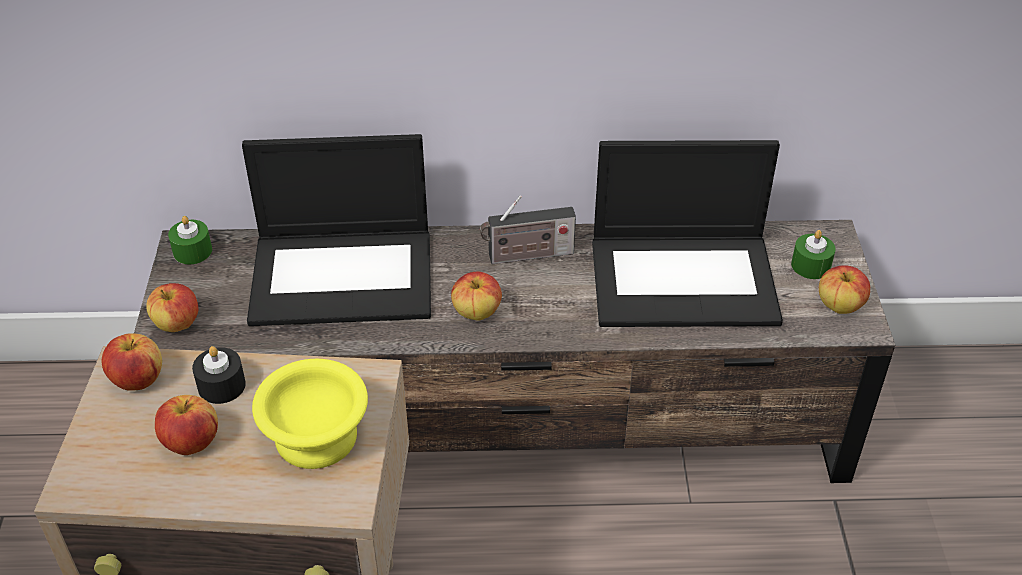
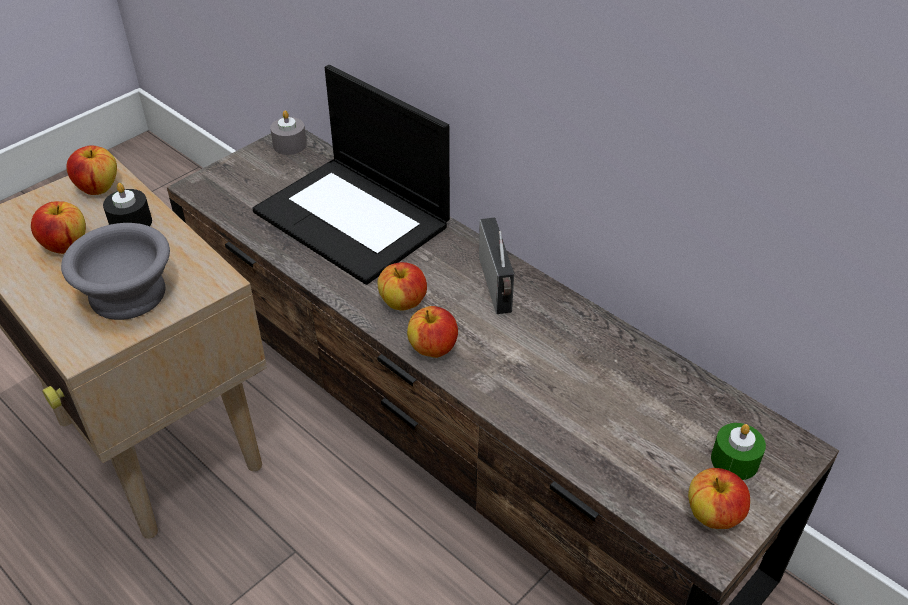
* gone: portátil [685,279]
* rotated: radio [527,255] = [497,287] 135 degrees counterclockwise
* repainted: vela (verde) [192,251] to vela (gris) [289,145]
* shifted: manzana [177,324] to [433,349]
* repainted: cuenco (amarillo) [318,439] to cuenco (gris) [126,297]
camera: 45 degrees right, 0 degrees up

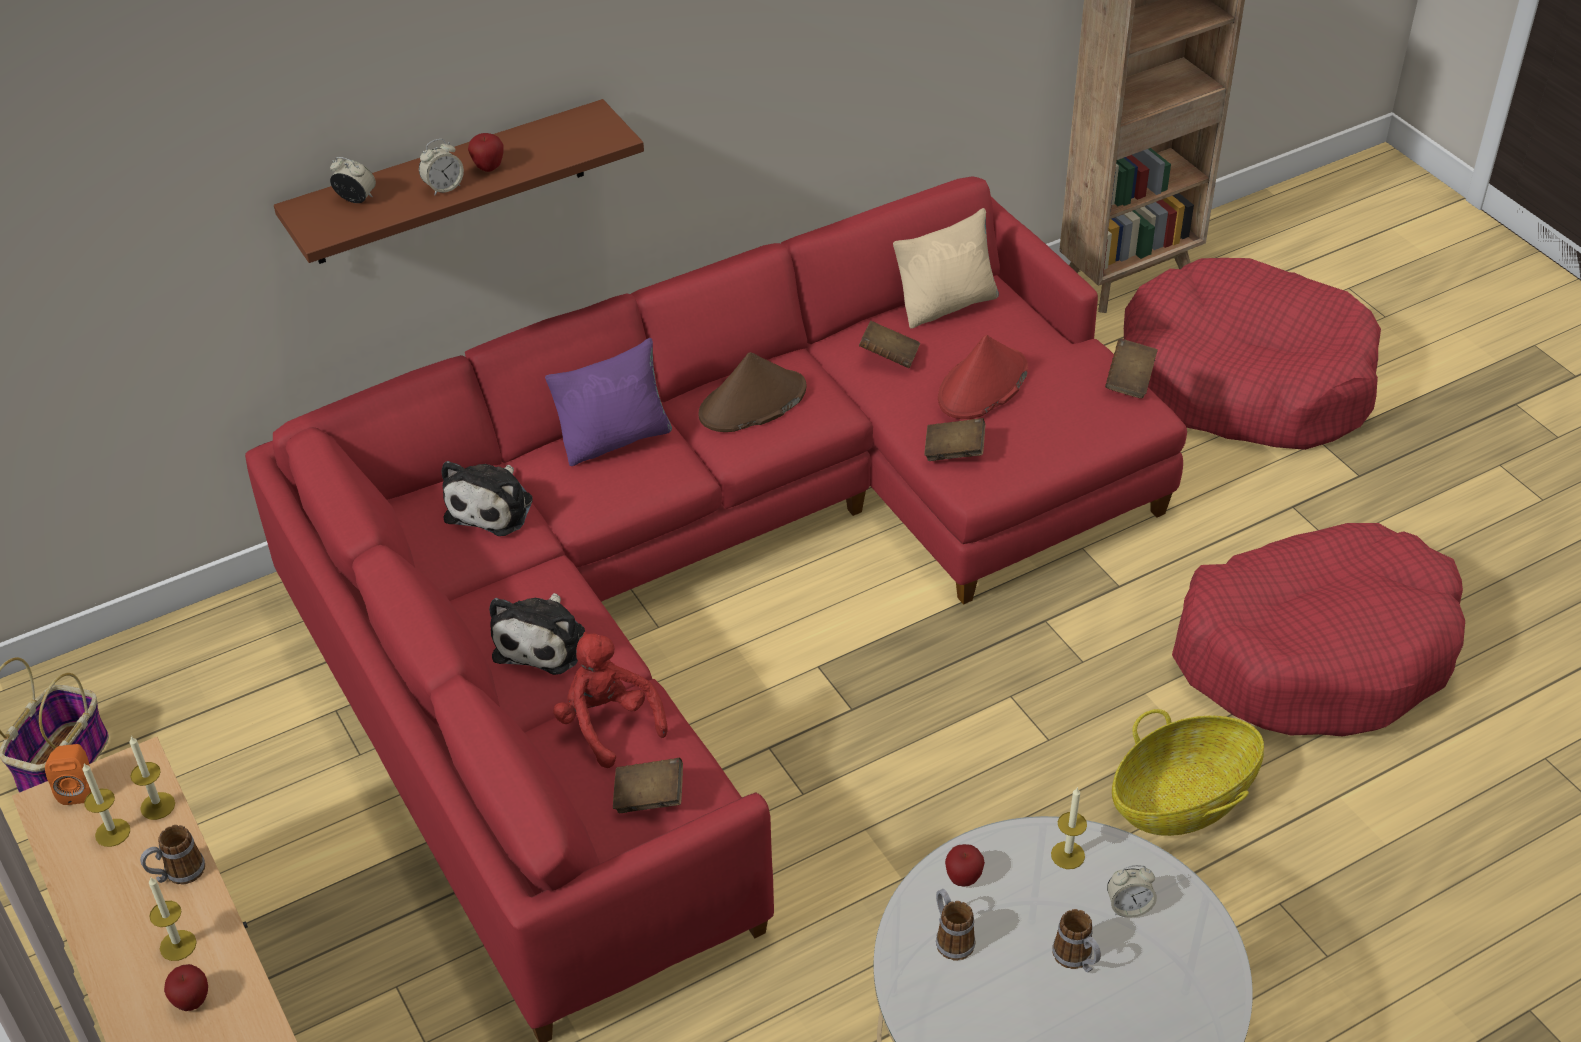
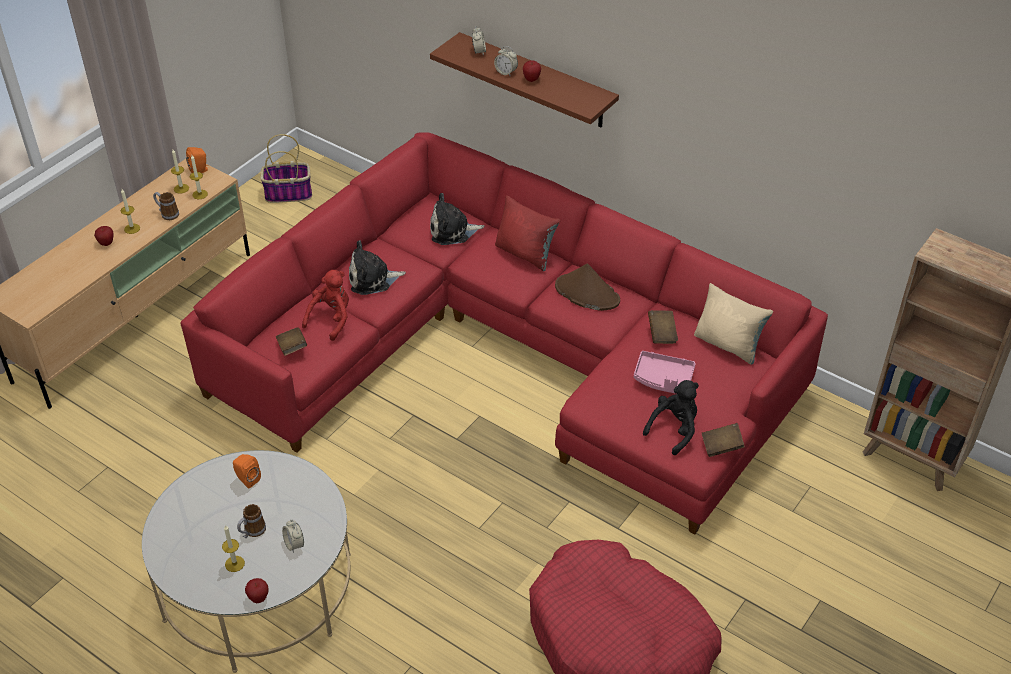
* gone: cama para perro (rojo) [1244,380]
* swapped: sombrero (rojo) [982,385] to bandeja (rosa) [663,379]
* repainted: cojín (morado) [615,439] to cojín (rojo) [525,254]
* gone: libro (marrón) [954,451]
* gone: cesta [1182,799]
* shifted: vela [1067,855] to [234,564]
* shifted: manzana [963,879] to [258,598]
* swapped: taza grande [950,938] to altavoz (naranja) [247,479]
* new: peluche (negro) [674,429]
camera: 65 degrees right, 0 degrees up

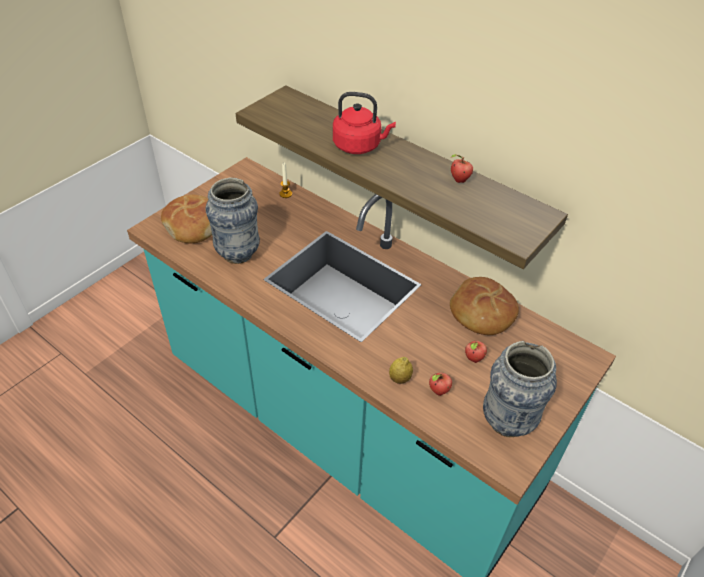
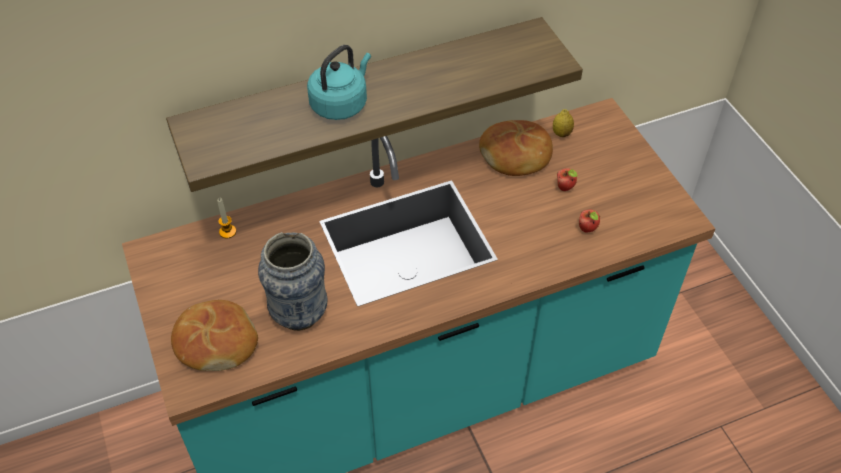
* repainted: hervidor (rojo) [359,146] to hervidor (turquesa) [341,104]
* gone: manzana [459,180]
* gone: florero [507,421]
* shifted: limón [399,379] to [561,133]
camera: 60 degrees left, 5 degrees up

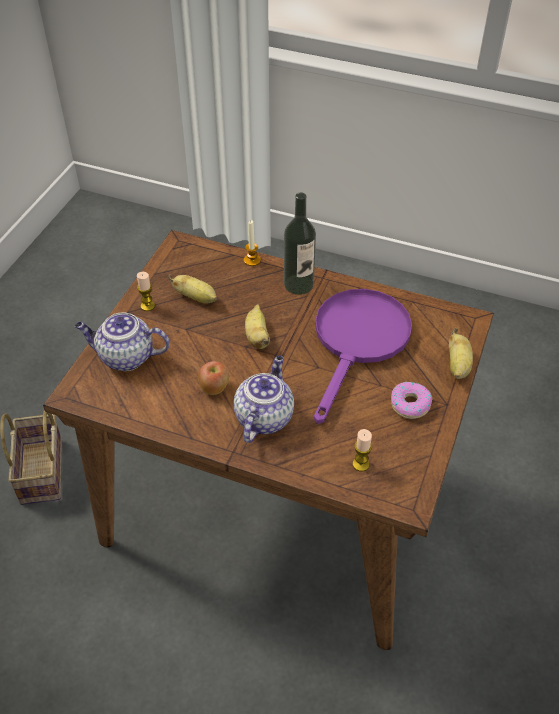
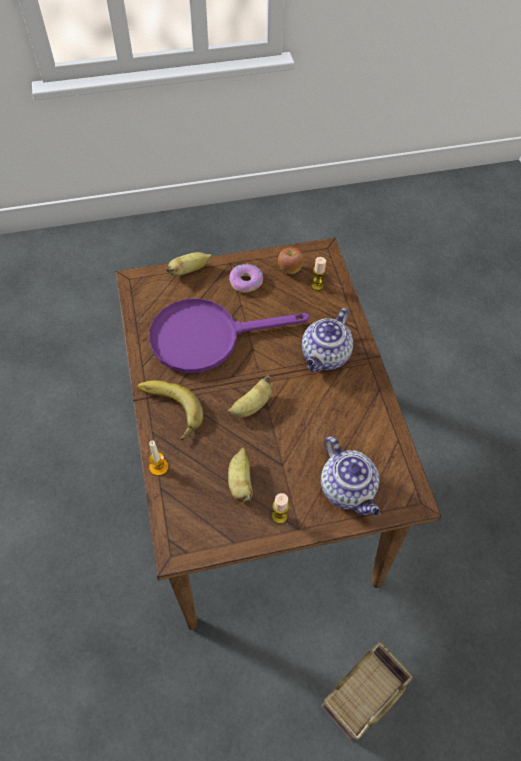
* swapped: botella [298,284] to plátano [168,411]
* rotated: tetera [264,417] = [325,356] 45 degrees counterclockwise
* shifted: manzana [215,388] to [290,269]
camera: 125 degrees left, 10 degrees up

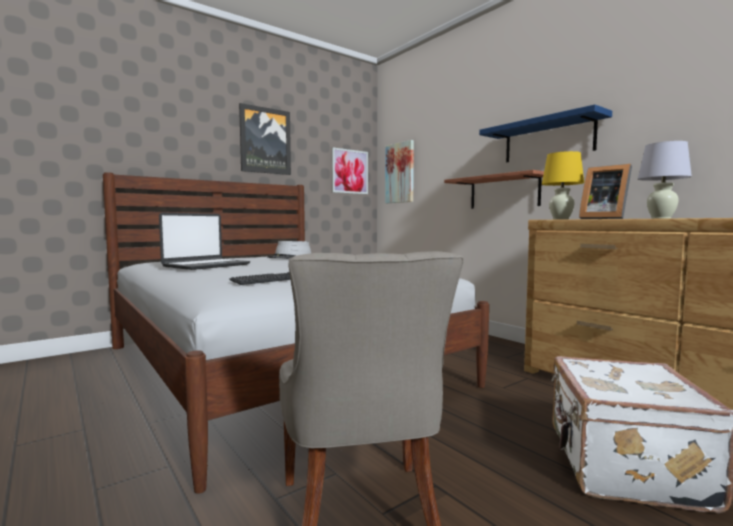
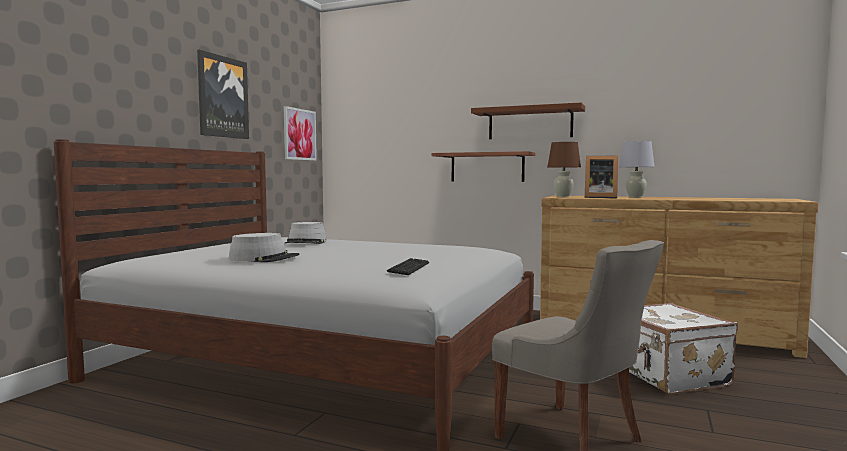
* repainted: estante (azul) [548,140] to estante (marrón) [530,123]
* gone: cuadro [400,173]
* repainted: lámpara de mesa (amarillo) [561,219] to lámpara de mesa (marrón) [563,197]
* swapped: portátil [206,265] to sombrero (gris) [264,258]
camera: 30 degrees left, 0 degrees up

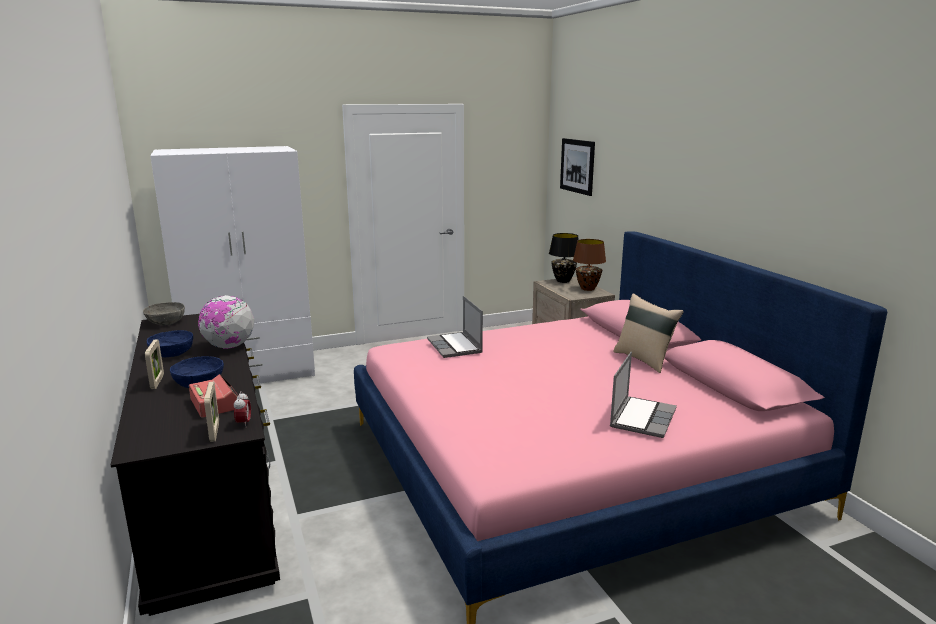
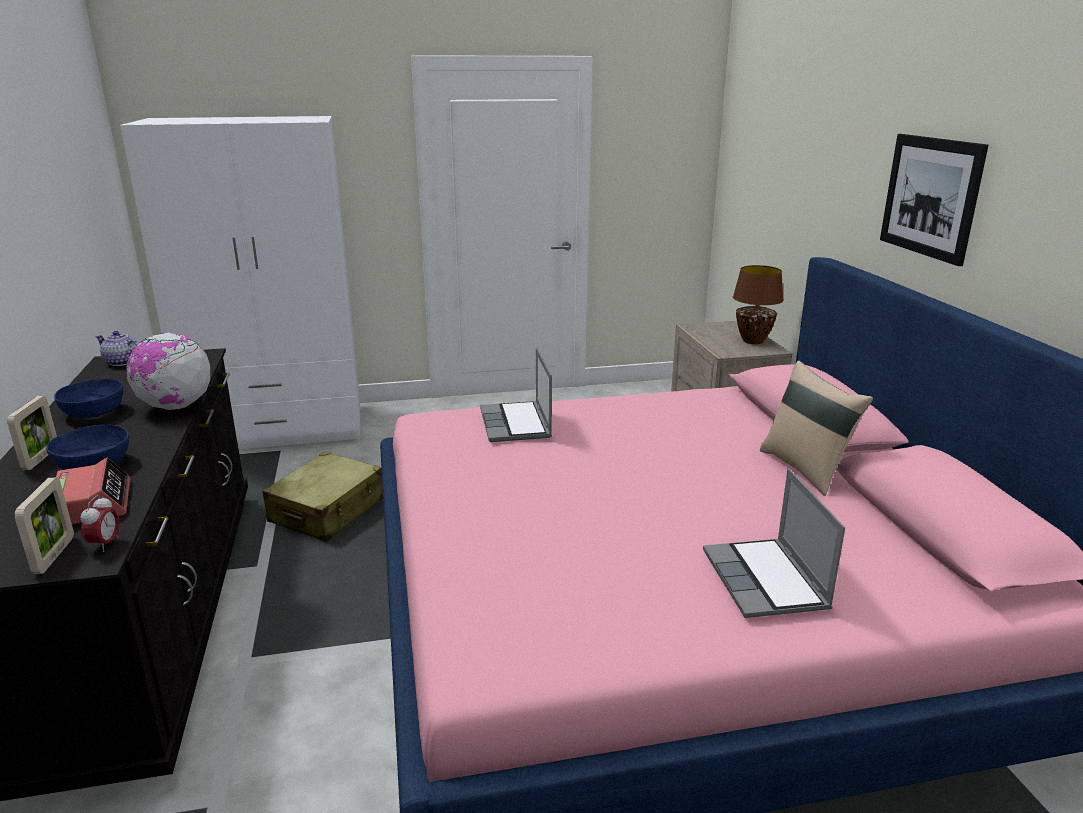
* shifted: cuadro [577,166] to [930,196]
* gone: lámpara de mesa (negro) [563,281]
* swapped: cuenco (gris) [166,322] to tetera [121,362]
* rotated: portátil [642,418] = [766,581] 135 degrees clockwise
* new: maleta (beis) [328,511]
camera: 10 degrees right, 5 degrees up

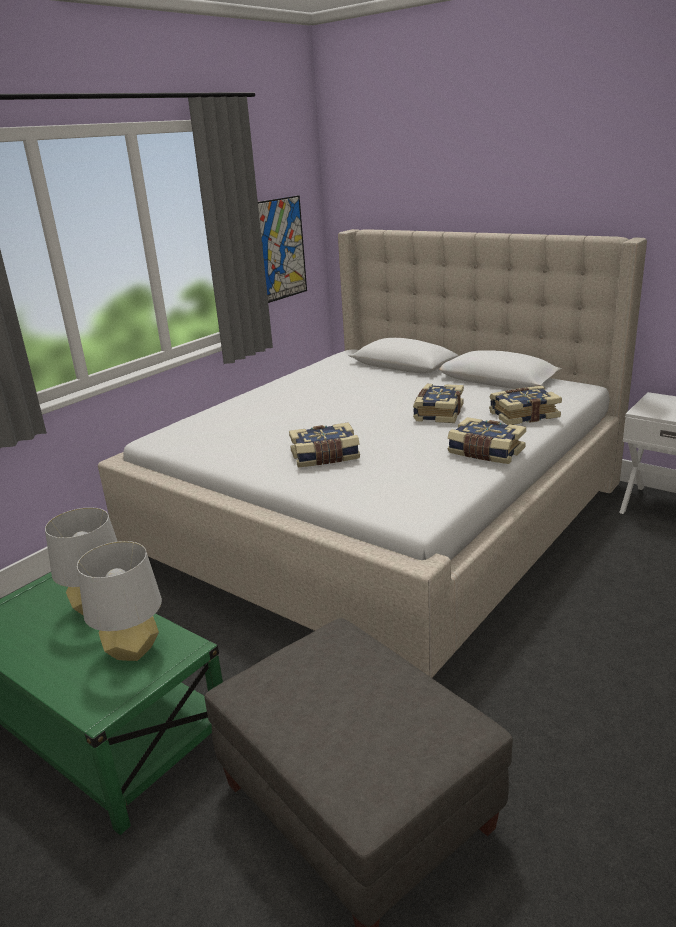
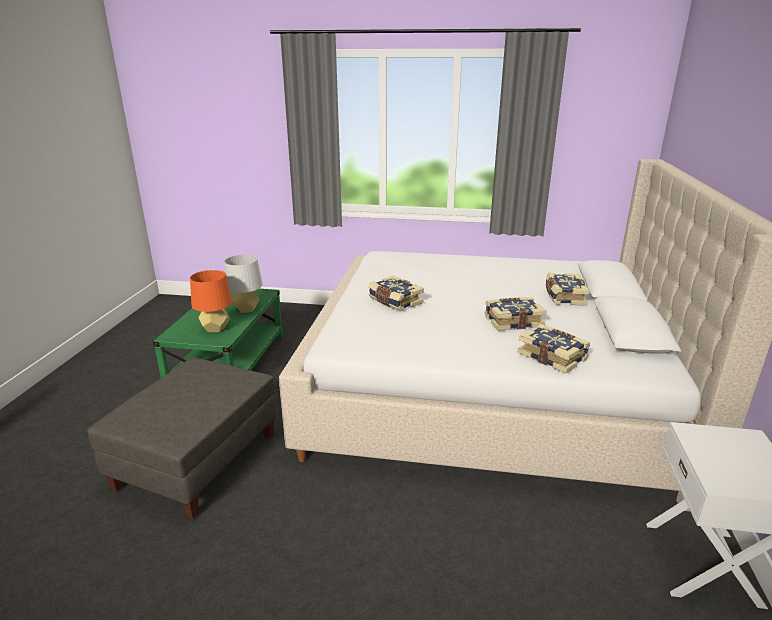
* gone: cuadro [280,249]
* shifted: libro [485,452] to [563,297]
* repainted: lámpara de mesa (gris) [133,650] to lámpara de mesa (naranja) [216,328]
camera: 60 degrees right, 0 degrees up

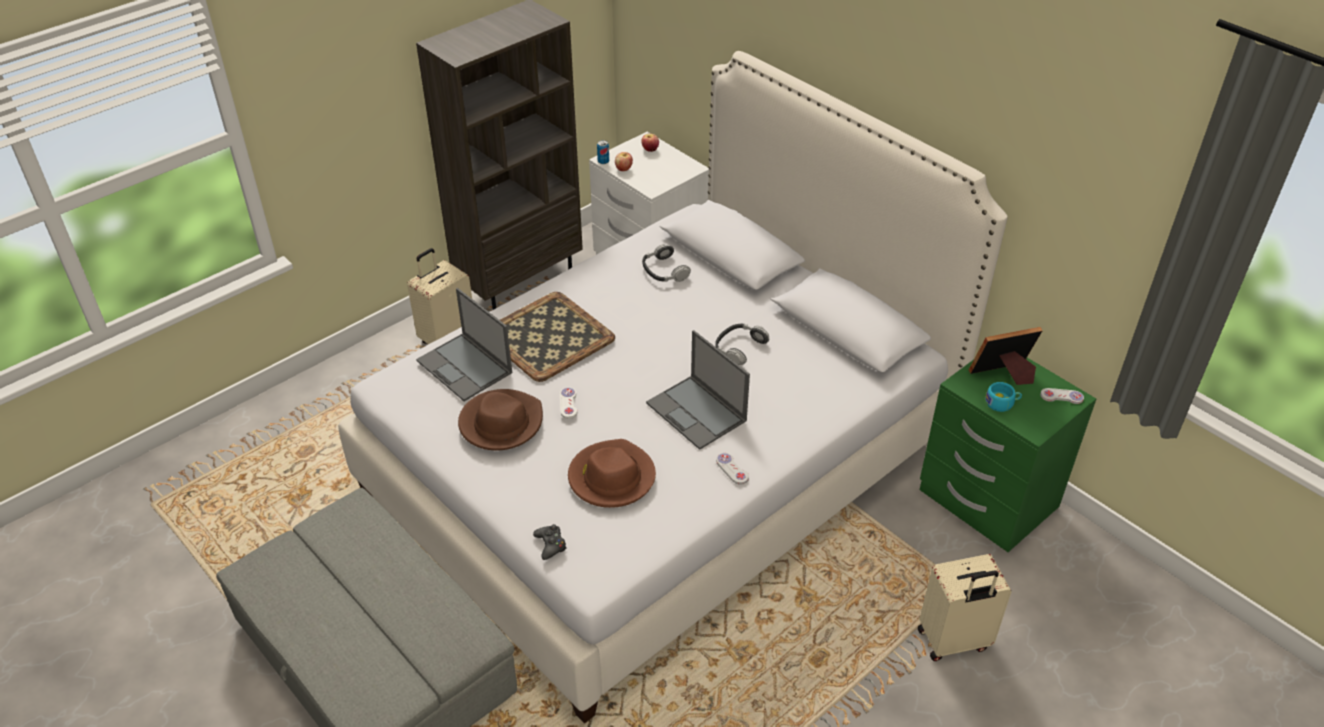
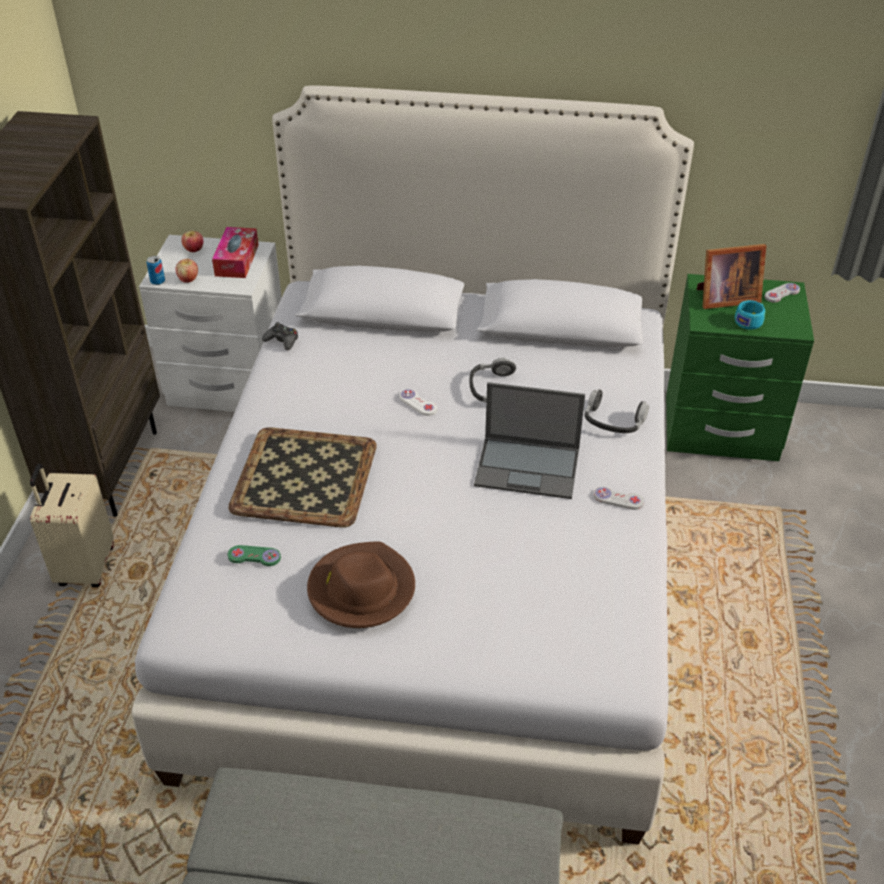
* shifted: auriculares [664,271] to [613,420]
* swapped: portátil [465,367] to mando de consola (verde) [254,557]
* rotated: portarretratos [1004,375] = [724,298] 135 degrees counterclockwise
* shifted: mando de consola (blanco) [568,404] to [418,403]
* gone: sombrero (marrón) [611,477]
* shifted: mando de consola (negro) [550,545] to [282,341]
* gone: maleta (beis) [953,641]
* new: caja de pañuelos [237,260]
camera: 40 degrees left, 0 degrees up

